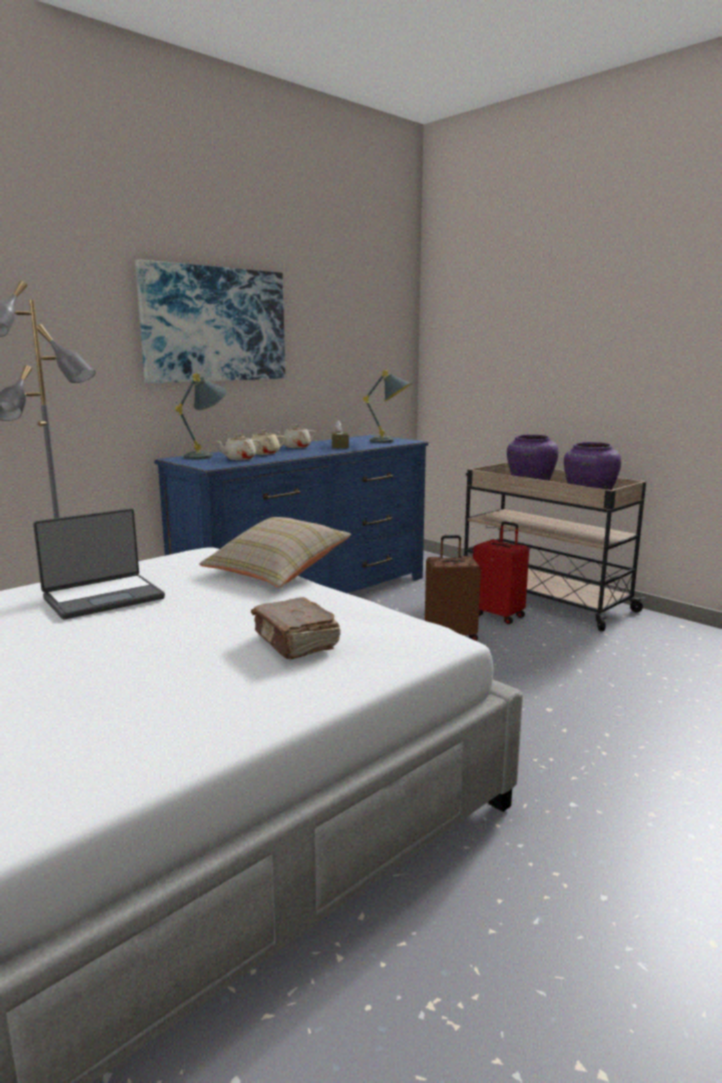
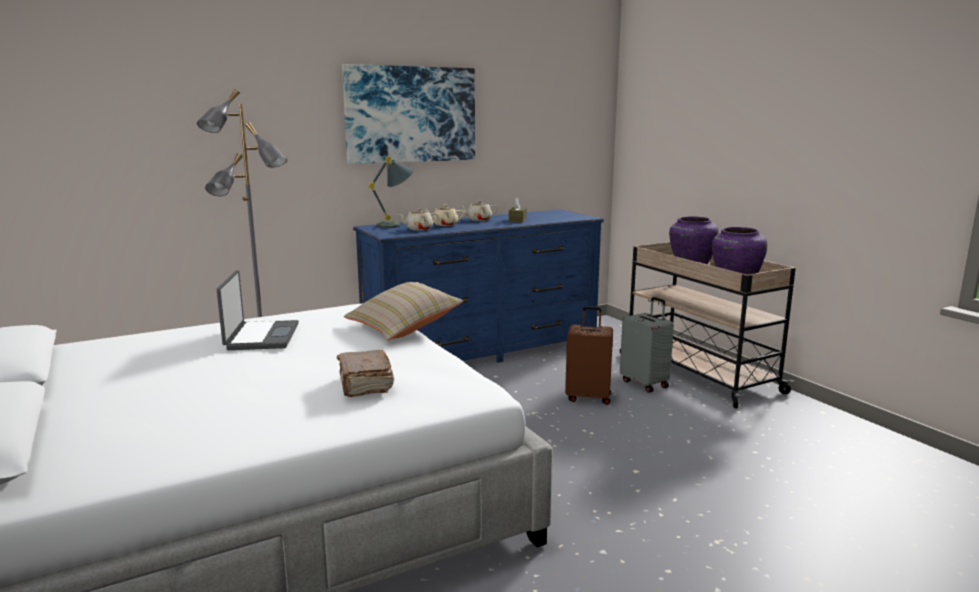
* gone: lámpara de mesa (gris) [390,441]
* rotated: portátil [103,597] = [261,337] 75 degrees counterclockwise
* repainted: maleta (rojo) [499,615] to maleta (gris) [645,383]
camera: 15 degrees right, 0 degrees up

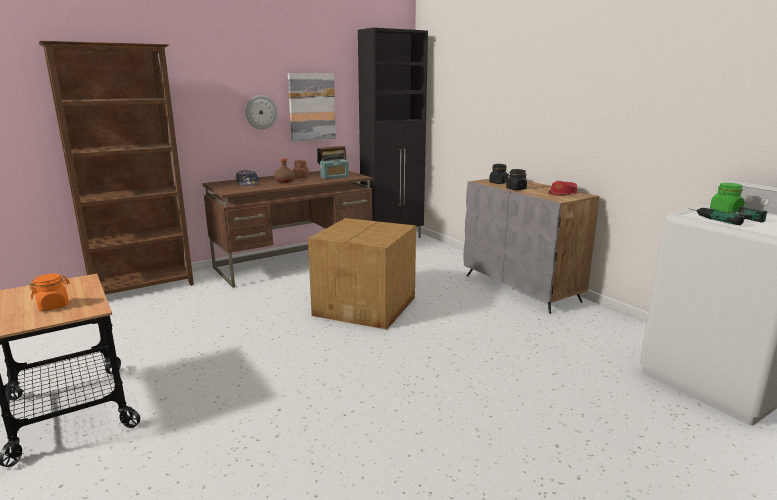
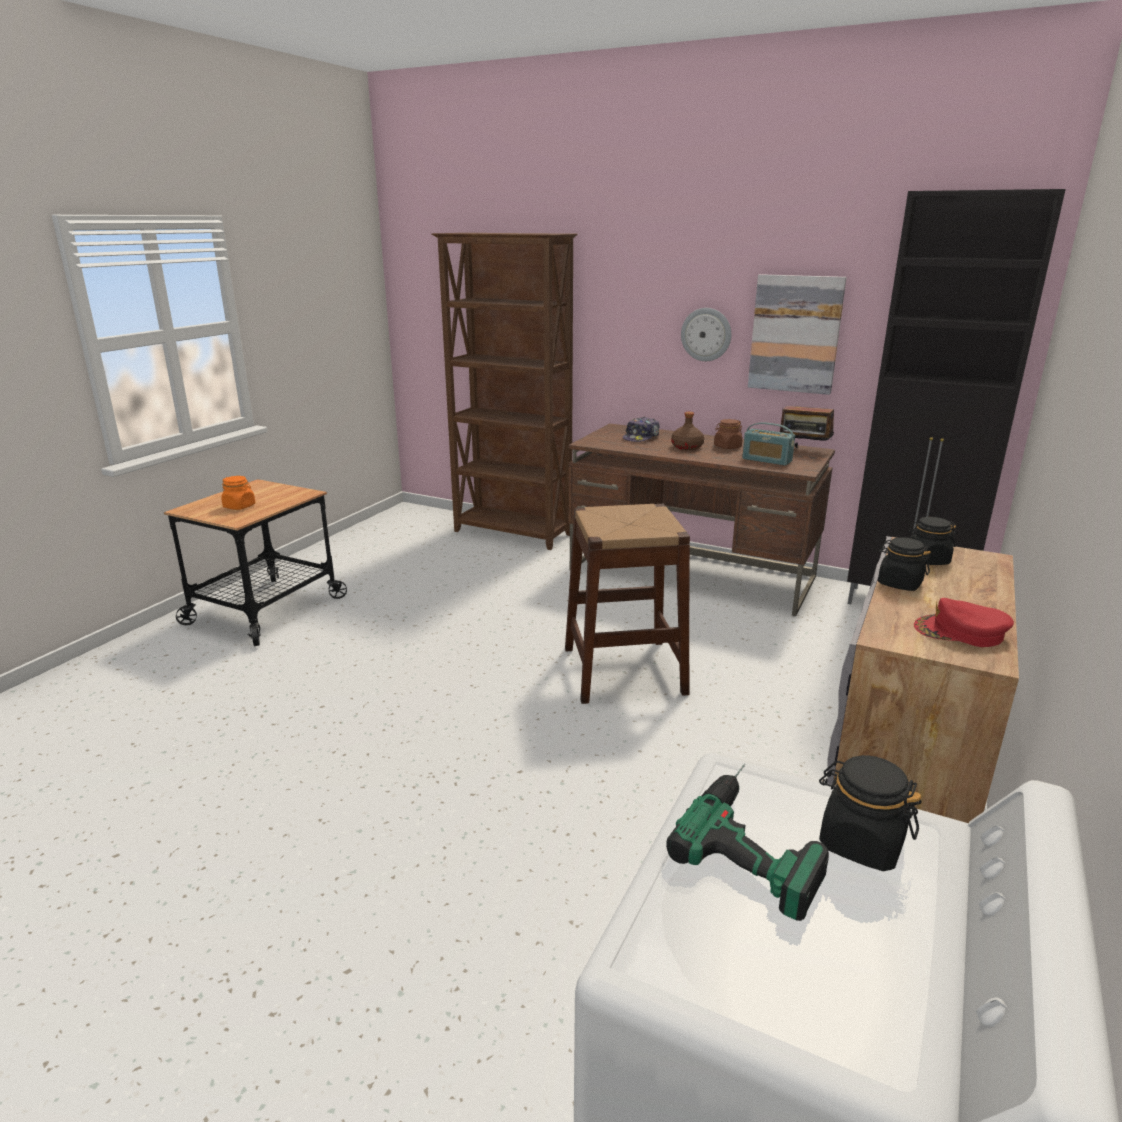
* repainted: tarro (verde) [725,211] to tarro (negro) [860,843]
* swapped: caja de cartón [367,306] to taburete (marrón) [624,670]
camera: 60 degrees right, 5 degrees up

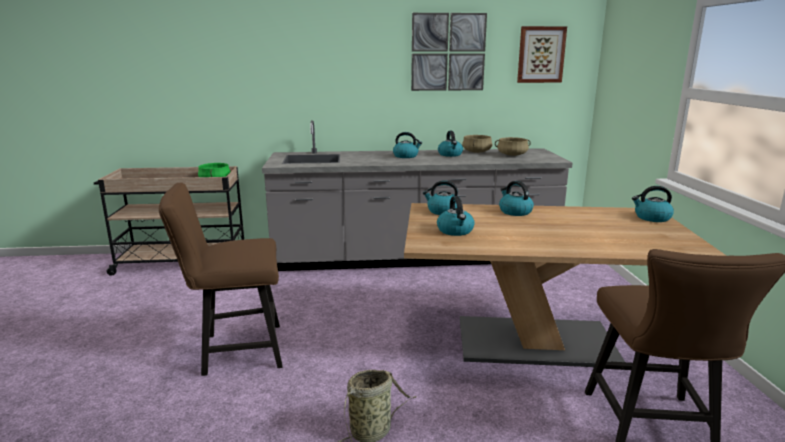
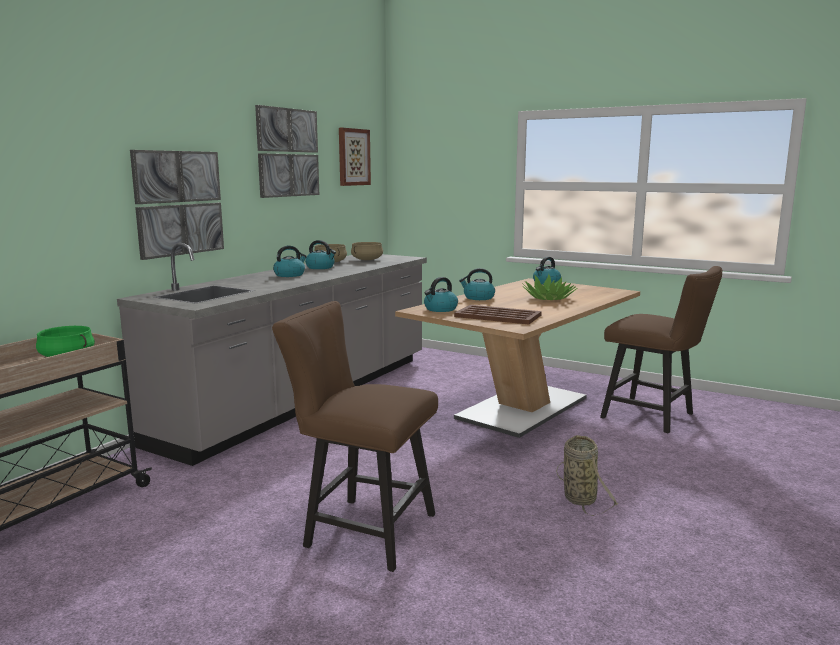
* rotated: silla (marrón) [235,351] = [361,529] 90 degrees clockwise
* swapped: hervidor [455,231] to bandeja (marrón) [497,316]
* new: cuadro [179,203]
* new: planta en maceta [549,298]
camera: 55 degrees left, 5 degrees down

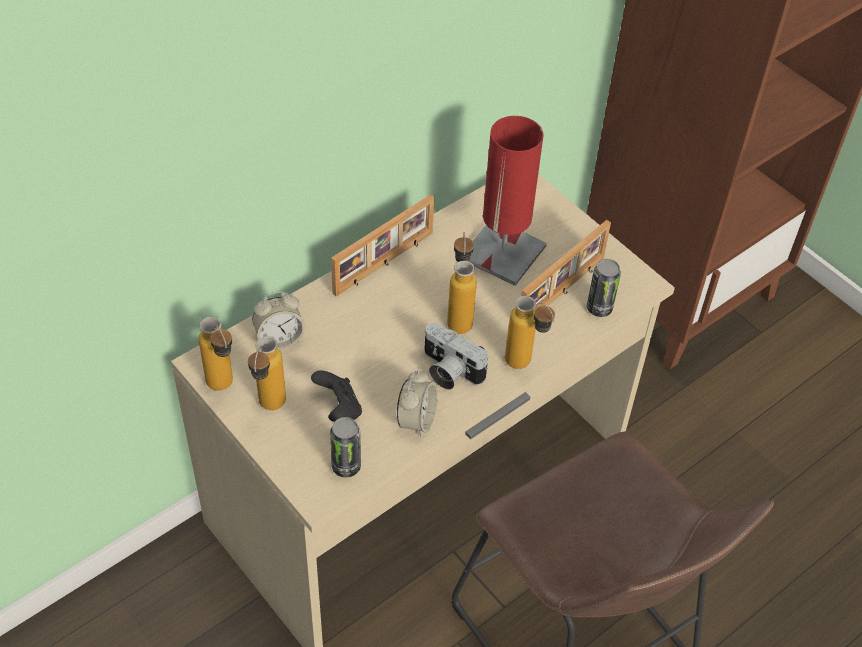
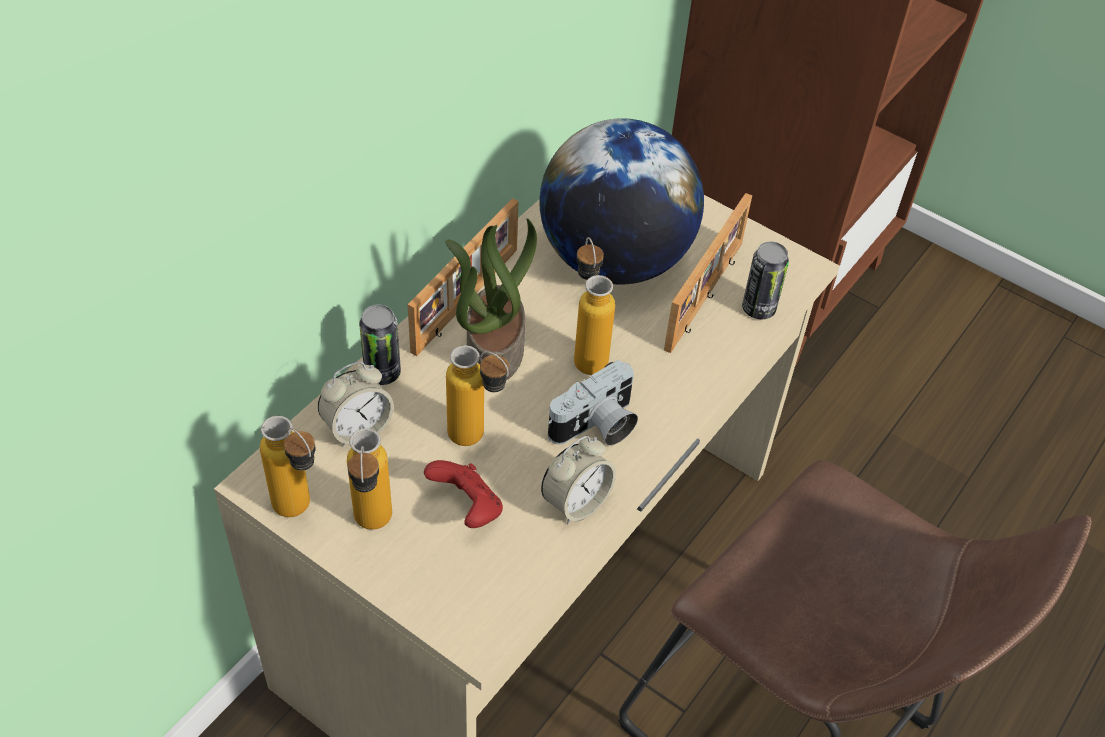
* swapped: lámpara de mesa (rojo) [503,252] to globo terráqueo [615,259]
* shifted: botella [525,366] to [478,440]
* rotated: cámara [448,371] = [596,427] 60 degrees counterclockwise
* repainted: mando de consola (negro) [338,409] to mando de consola (rojo) [467,508]
* rotated: despertador [416,420] = [576,502] 45 degrees clockwise
* shifted: lata [346,466] to [382,373]
* new: planta en maceta [493,348]
camera: 15 degrees left, 0 degrees up

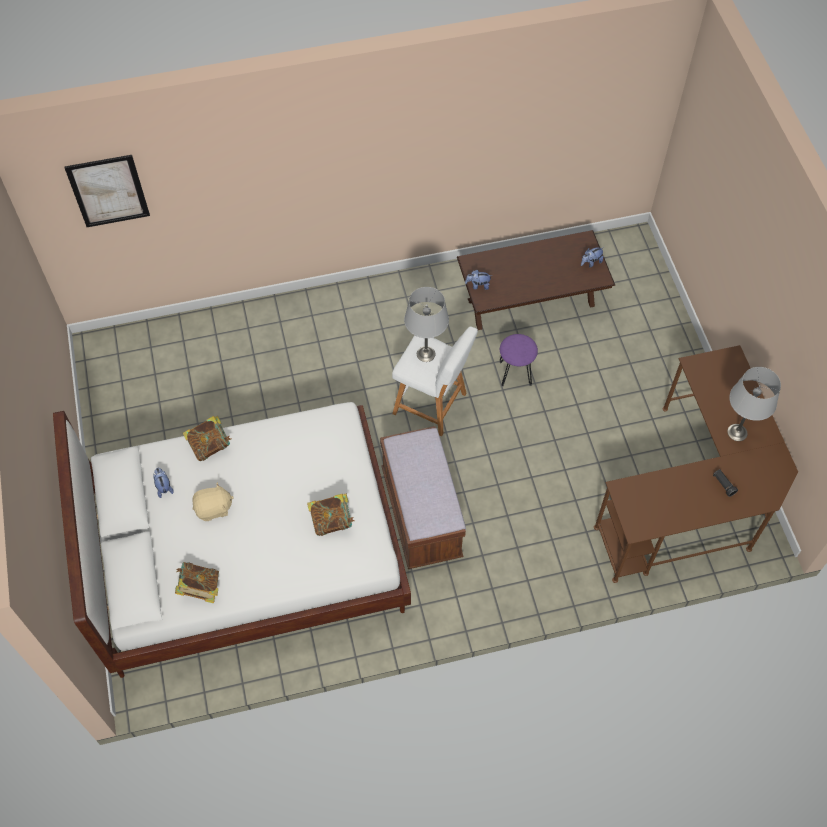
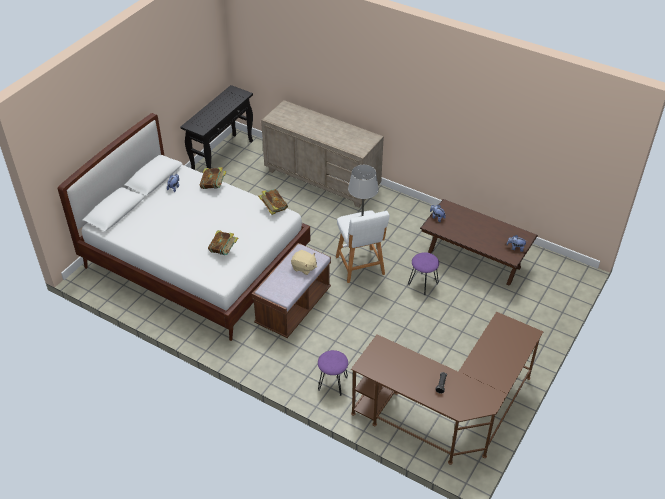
* gone: cuadro [108,191]
* gone: lámpara de mesa (gris) [737,433]
* shifted: peluche (beis) [214,509] to [304,268]
* shifted: libro [200,588] to [273,209]
* new: mesa consola (negro) [222,156]
* new: cómoda (beis) [322,179]
* new: taburete (morado) [332,384]
camera: 45 degrees right, 15 degrees down

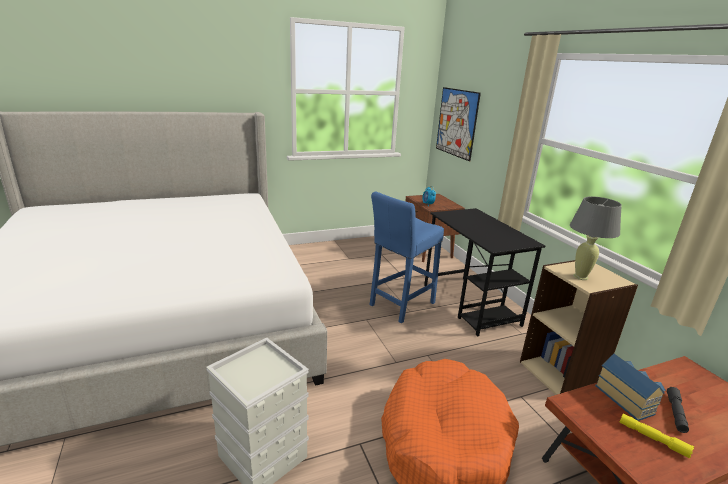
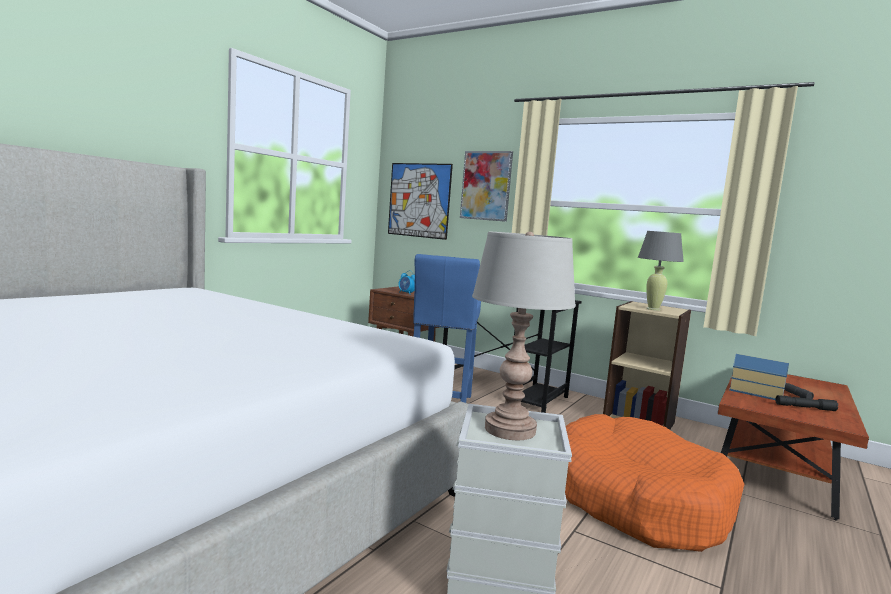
* repainted: linterna (amarillo) [653,439] to linterna (negro) [805,408]
* new: cuadro [486,186]
* new: lámpara de mesa (gris) [510,430]
camera: 35 degrees left, 15 degrees down

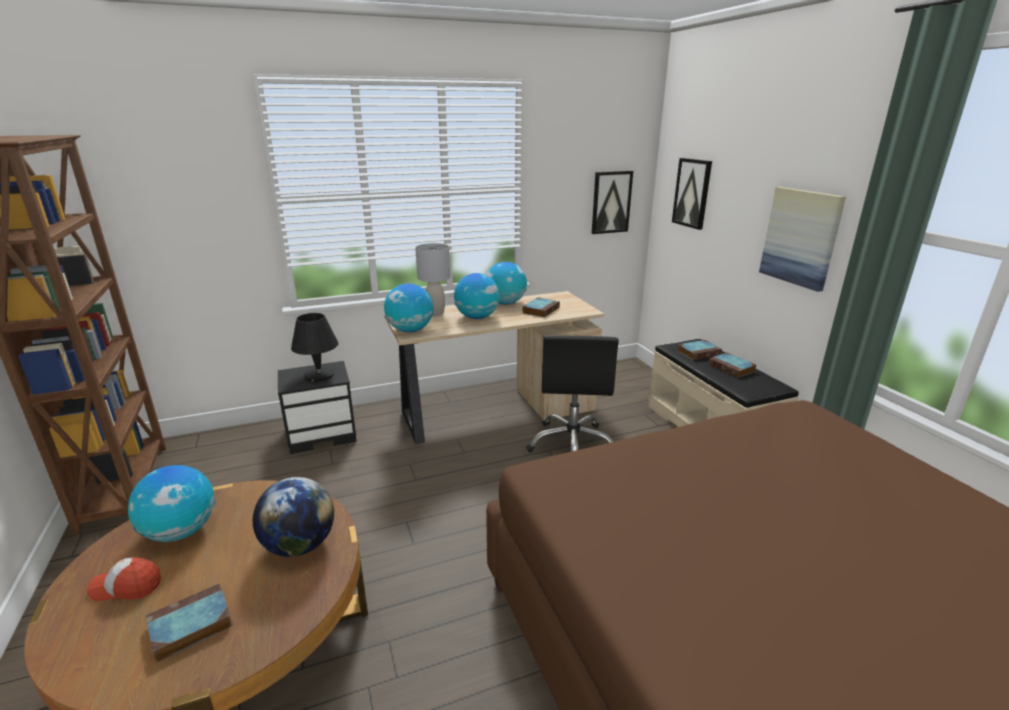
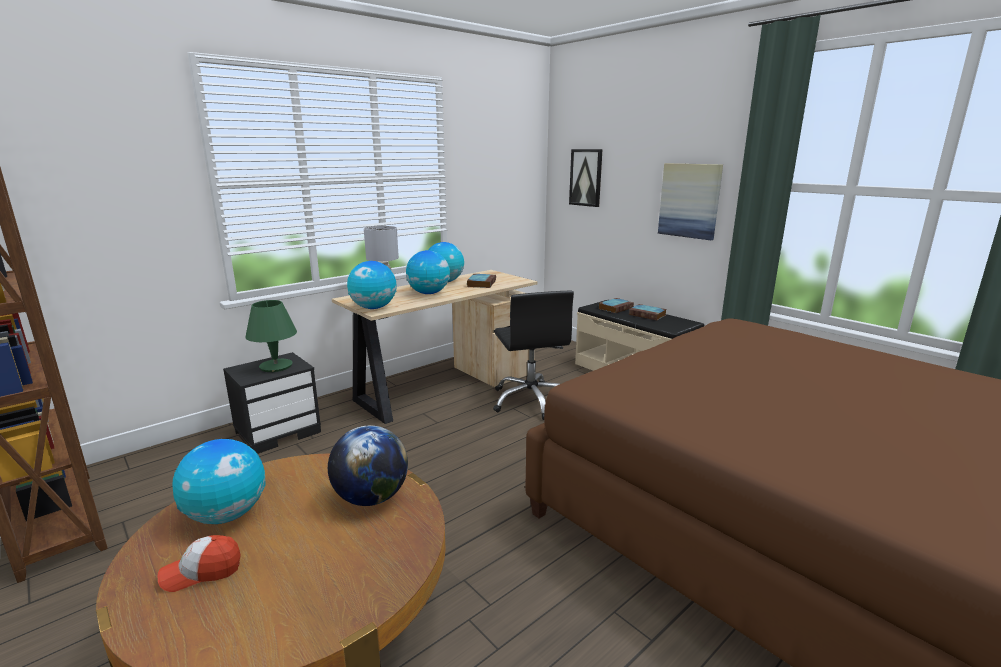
* gone: cuadro [611,202]
* repainted: lámpara de mesa (negro) [319,375] to lámpara de mesa (verde) [276,366]
* gone: libro [189,627]
camera: 20 degrees left, 5 degrees down

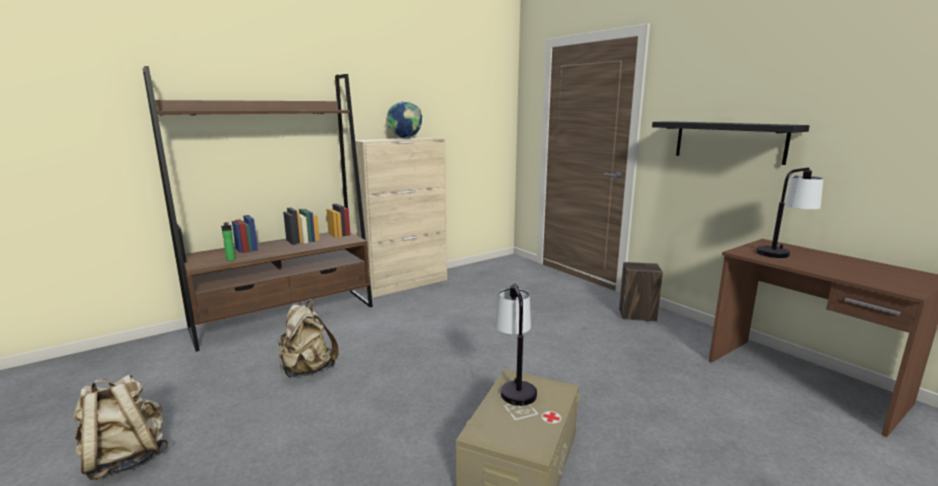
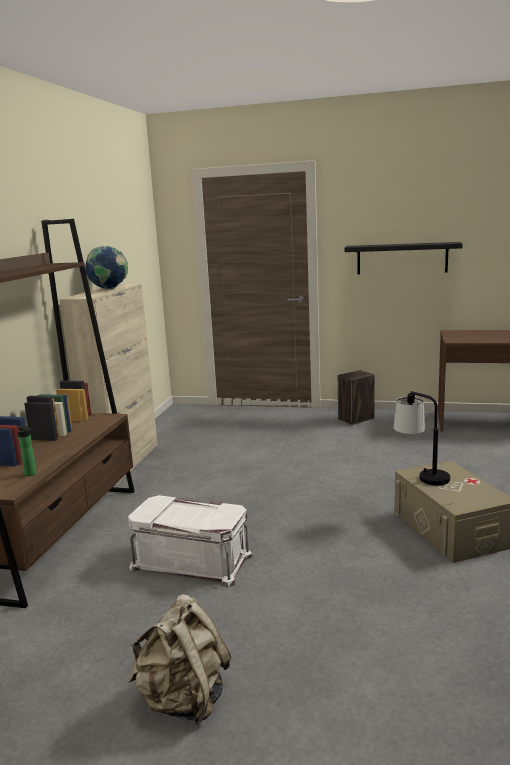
* gone: lámpara de mesa [782,252]
* swapped: mochila (beis) [307,370] to caja de almacenaje (blanco) [192,560]
camera: 40 degrees left, 0 degrees up

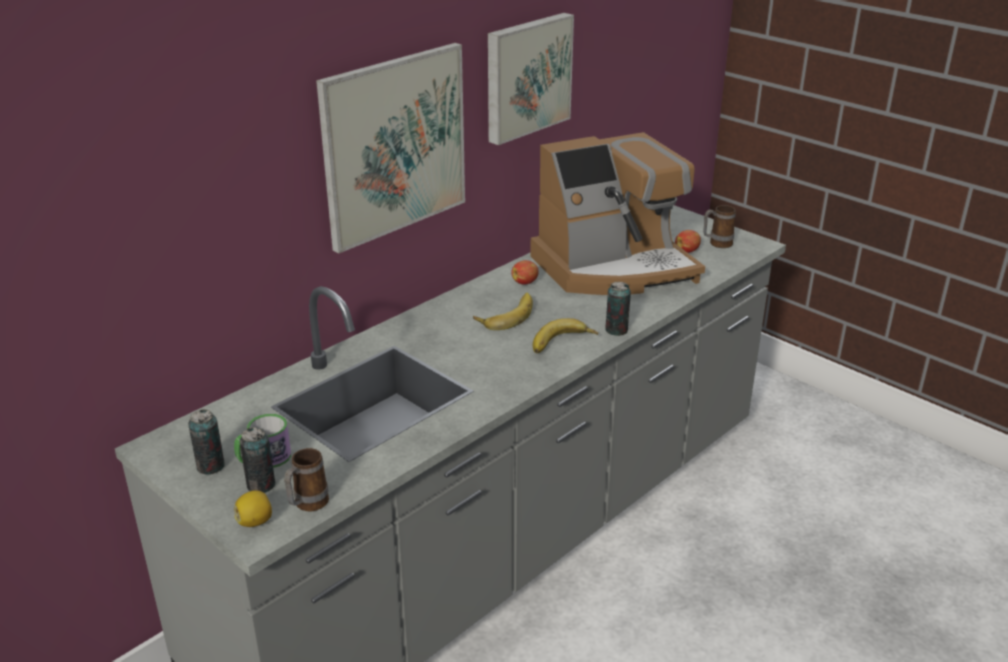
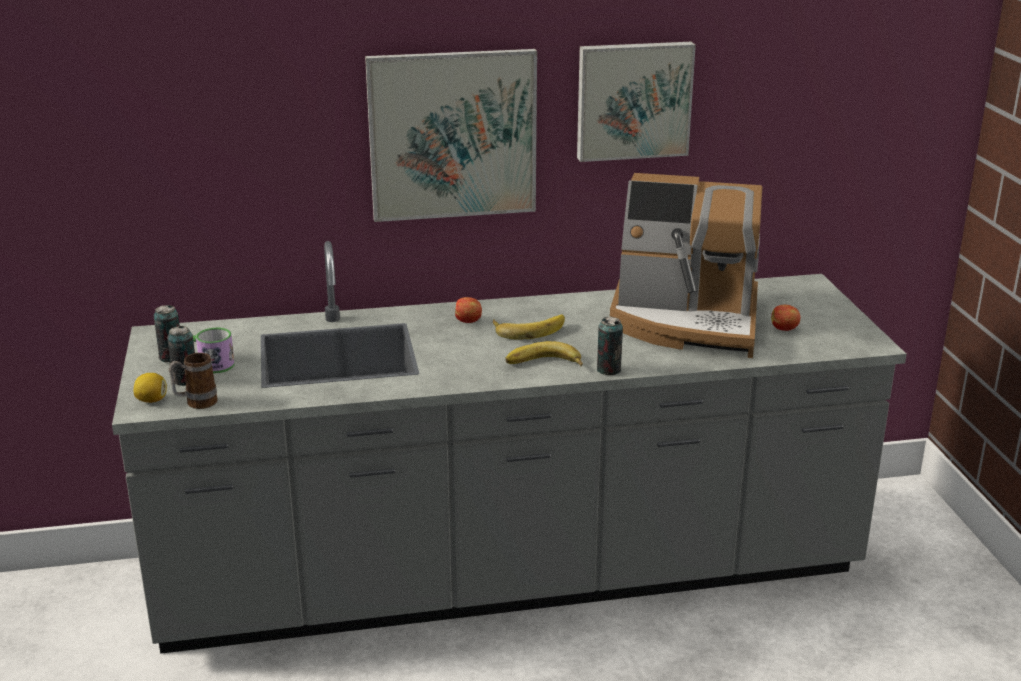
* gone: taza grande [716,244]
* shifted: manzana [525,282] to [468,321]
camera: 35 degrees right, 5 degrees down

